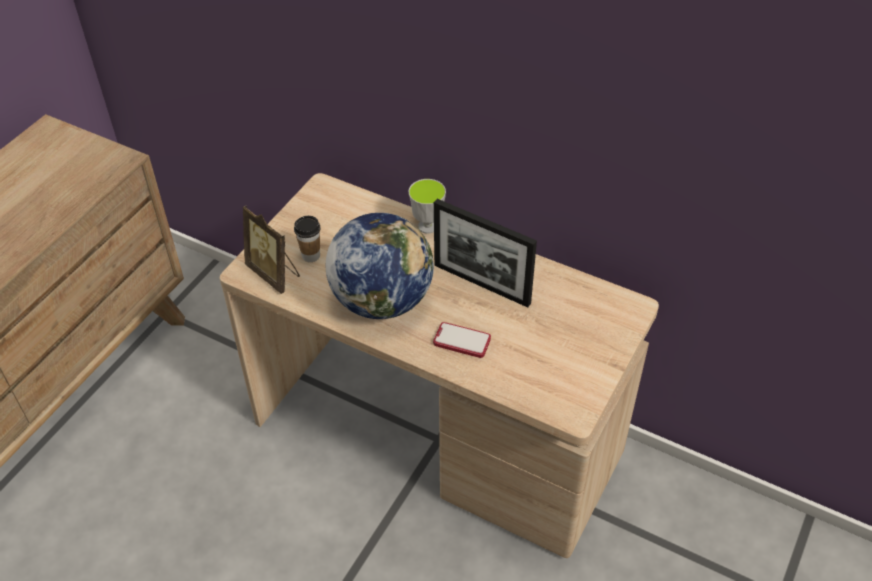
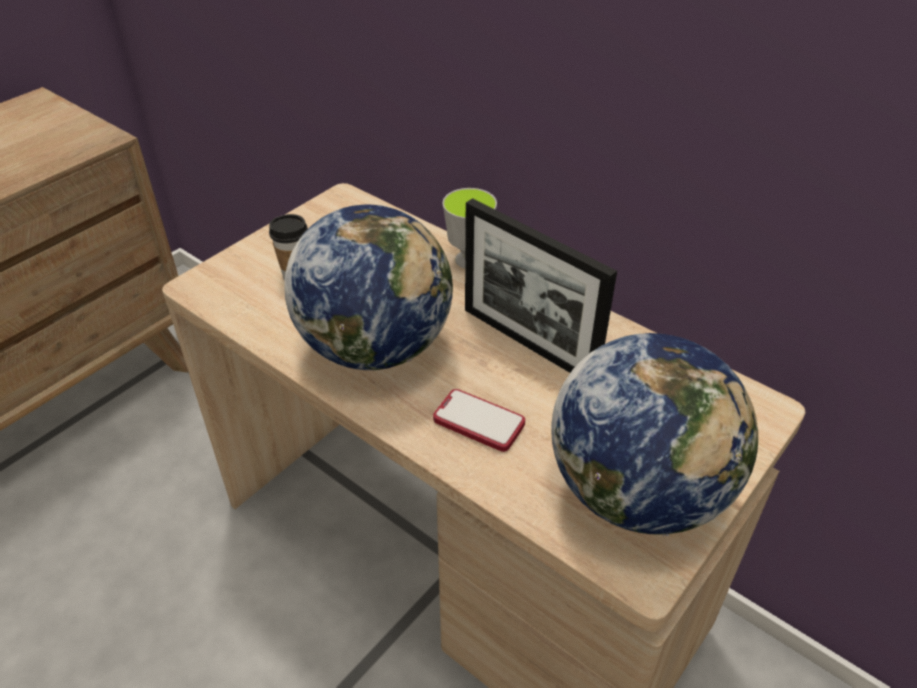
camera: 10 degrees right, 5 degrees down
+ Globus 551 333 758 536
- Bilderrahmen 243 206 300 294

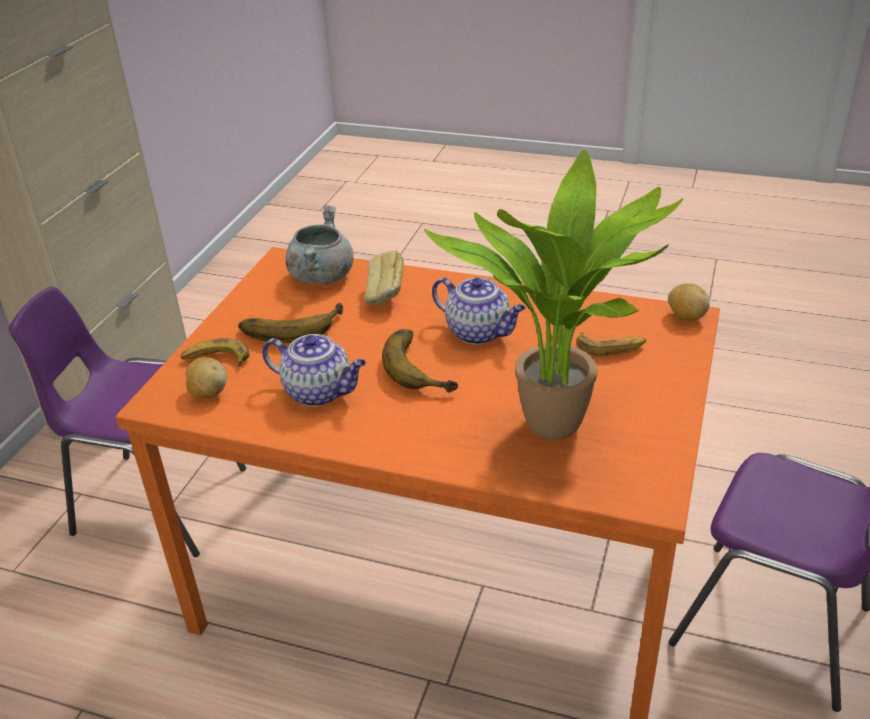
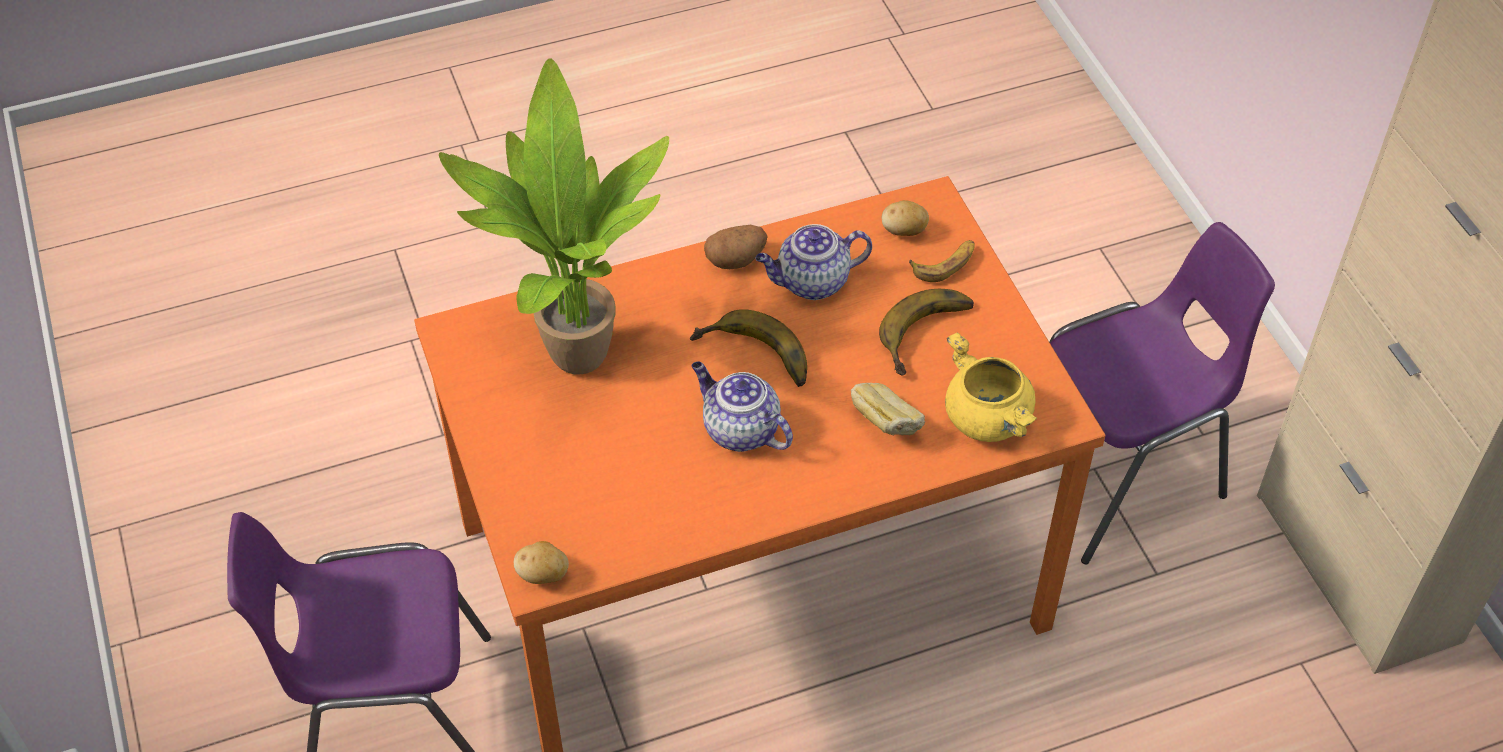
camera: 140 degrees right, 15 degrees up
~ Teekanne 432 277 526 345 = 692 361 793 452 45 degrees clockwise
+ Kartoffel 704 225 768 269
~ Kochtopf [grau] 286 205 354 284 to Kochtopf [gelb] 945 332 1037 442
- Banane 576 332 647 356

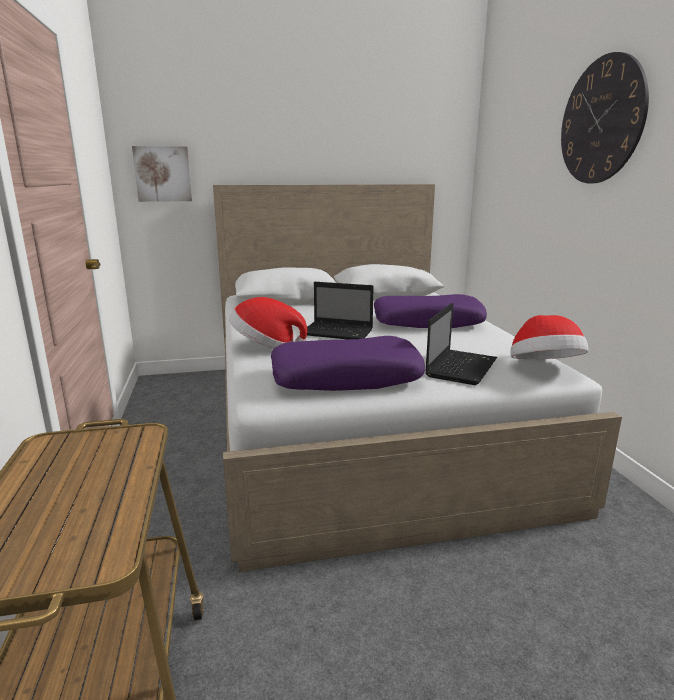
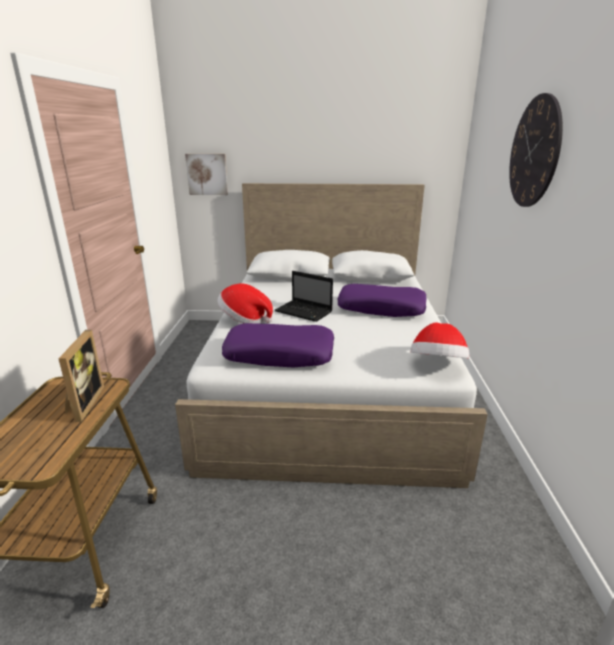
camera: 15 degrees right, 5 degrees up
+ Bilderrahmen 58 330 104 422
- Laptop 425 303 497 385

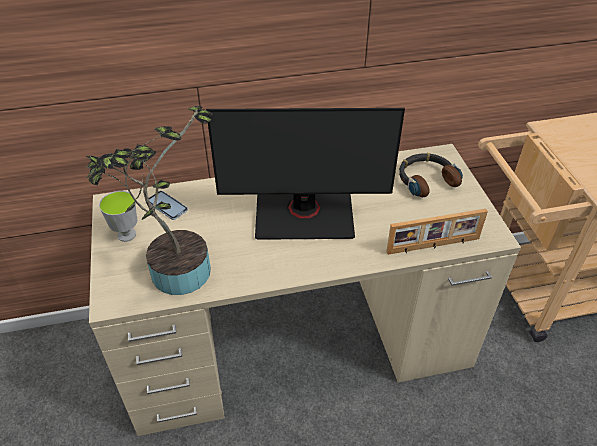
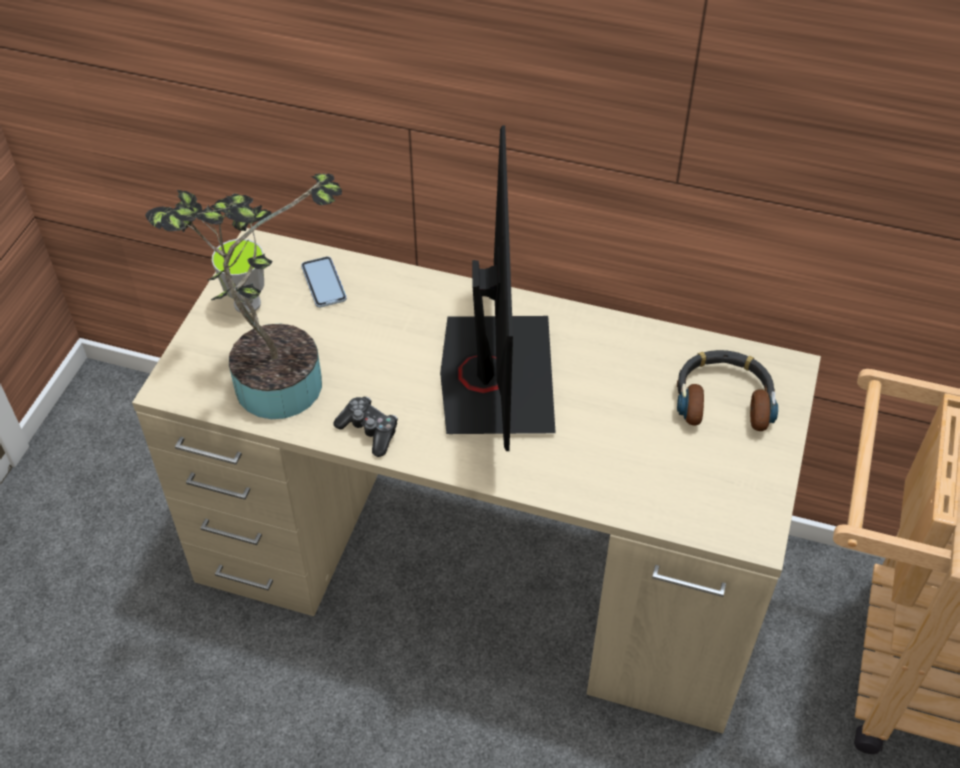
camera: 30 degrees right, 5 degrees up
+ Gamepad 334 396 398 457
~ Monitor 206 108 405 240 = 440 125 556 451 120 degrees counterclockwise
- Bilderrahmen 386 209 488 255

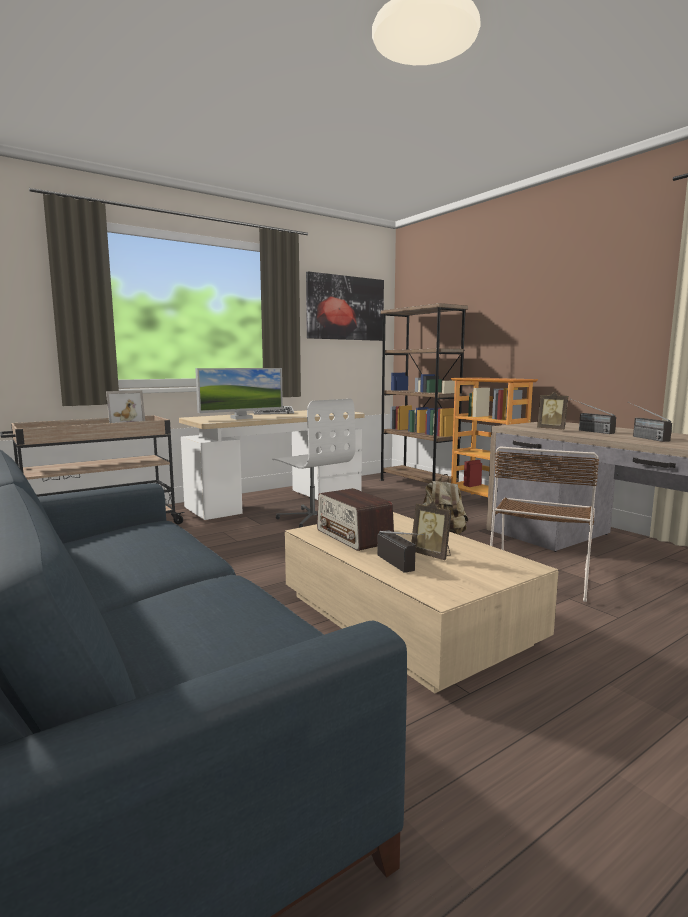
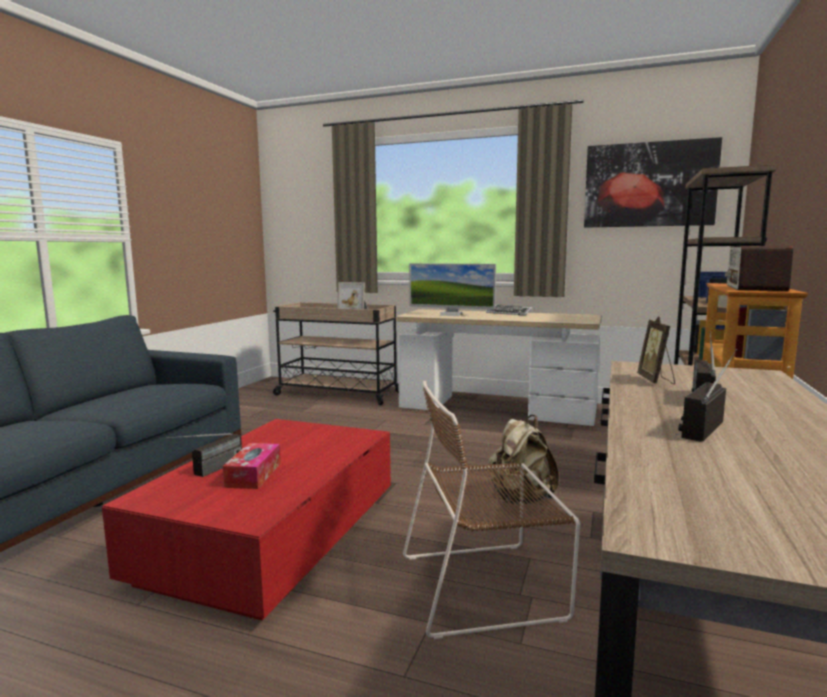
camera: 55 degrees right, 0 degrees up
~ Couchtisch [beige] 285 512 558 693 to Couchtisch [rot] 102 419 391 621
~ Bilderrahmen 411 501 452 560 to Taschentuchbox 223 443 281 489
~ Radio 317 488 394 551 to 725 246 793 291
- Bürostuhl [weiß] 272 399 356 528

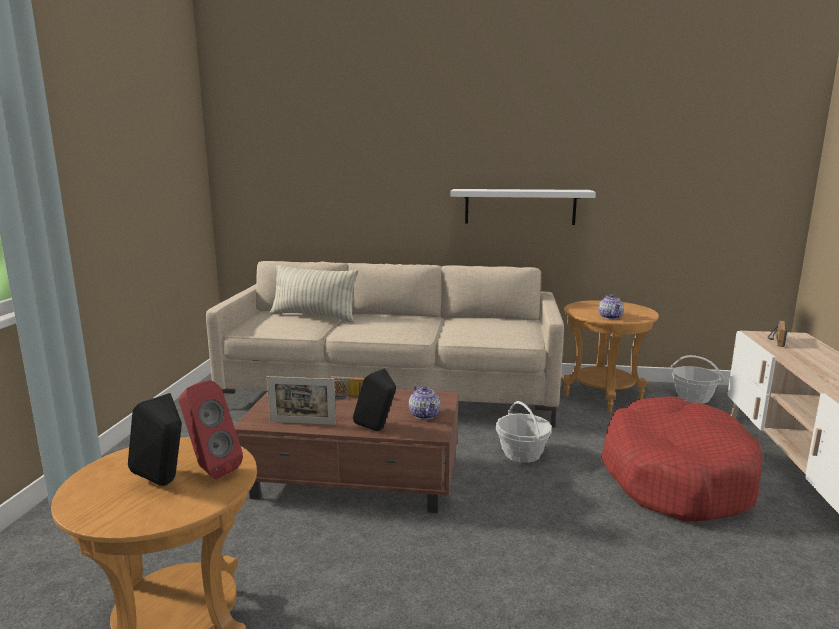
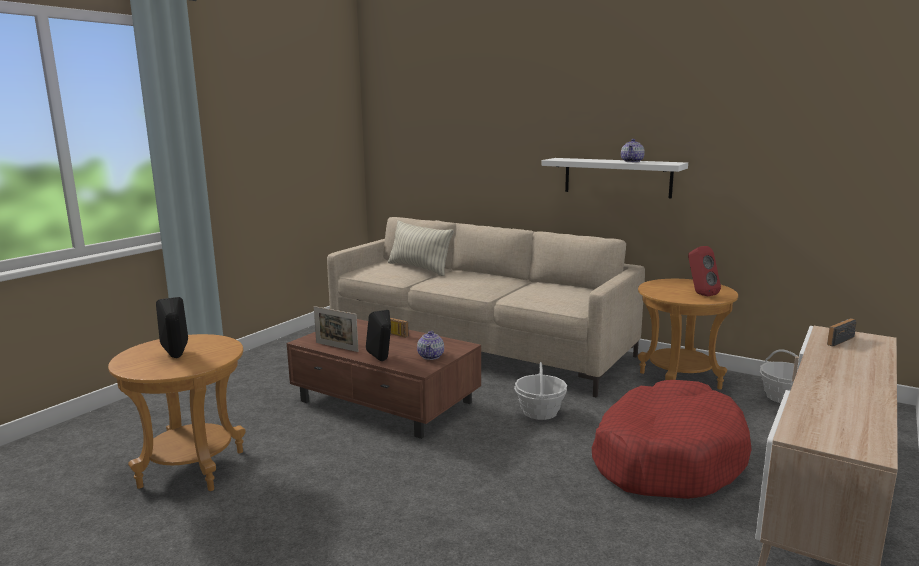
camera: 25 degrees right, 0 degrees up
~ Teekanne 598 294 624 319 to 621 139 645 162
~ Lautsprecher [rot] 179 380 243 479 to 688 246 721 296

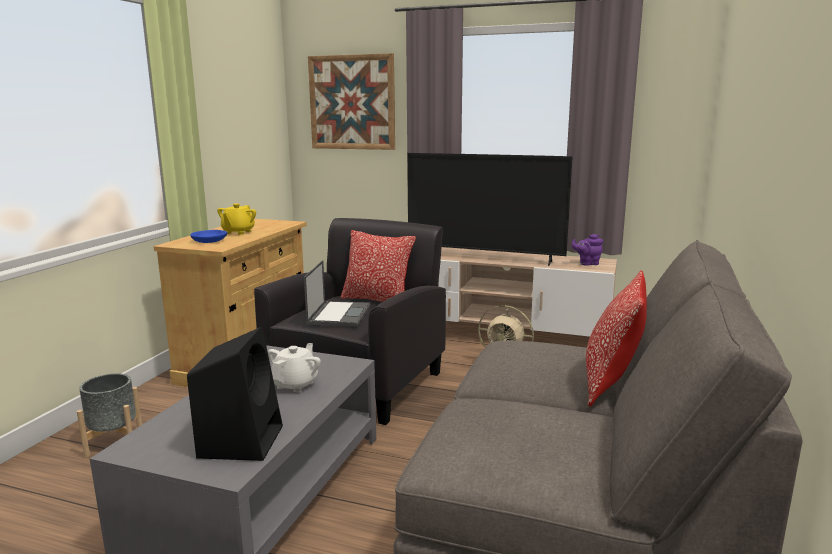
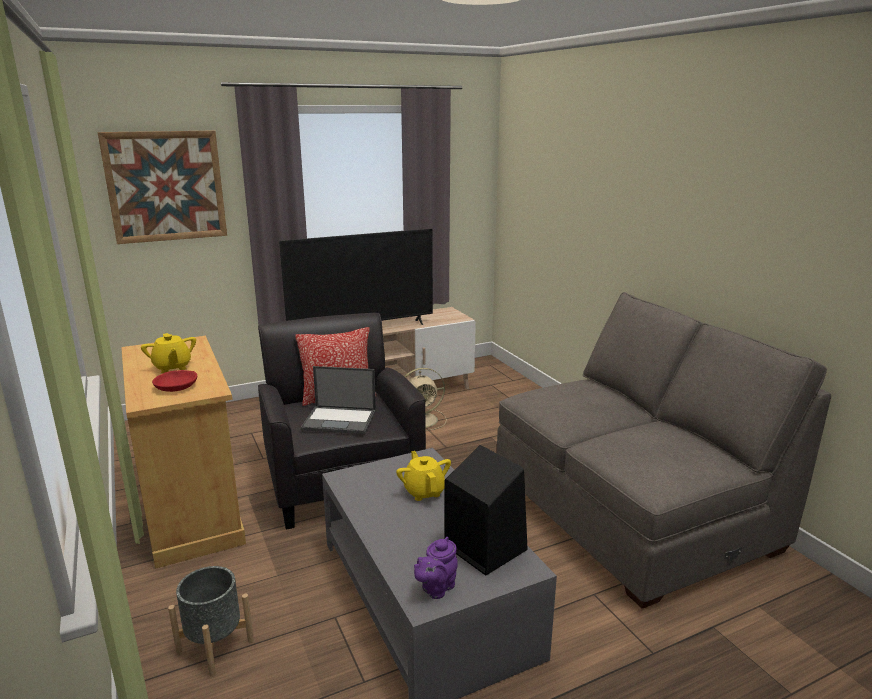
camera: 45 degrees left, 5 degrees up
~ Schüssel [blau] 190 230 227 243 to Schüssel [rot] 152 370 197 392
~ Laptop 304 260 371 326 = 301 366 376 434 135 degrees clockwise
~ Teekanne [weiß] 268 343 321 393 to Teekanne [gelb] 396 451 451 501
~ Teekanne [lila] 572 234 603 266 to 414 537 458 599
- Kissen 586 270 647 407

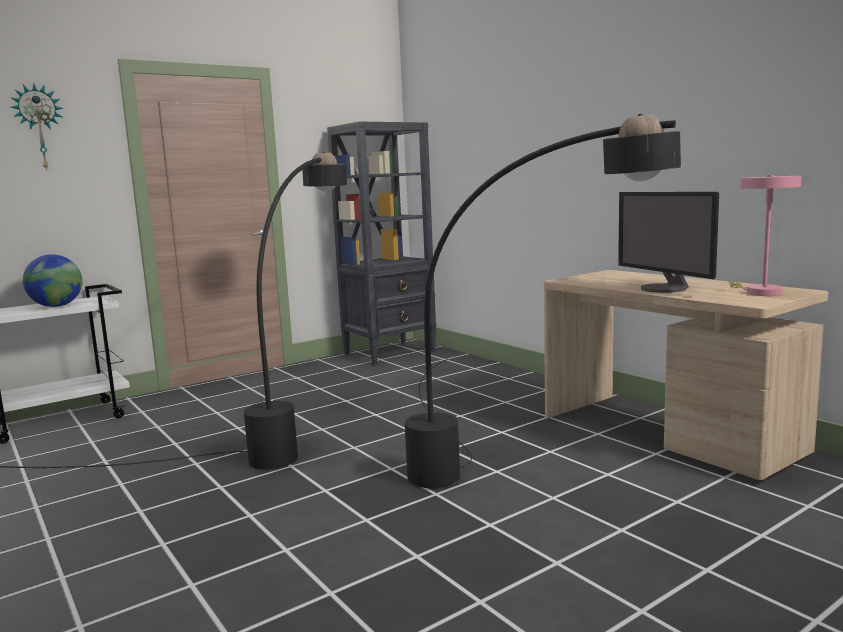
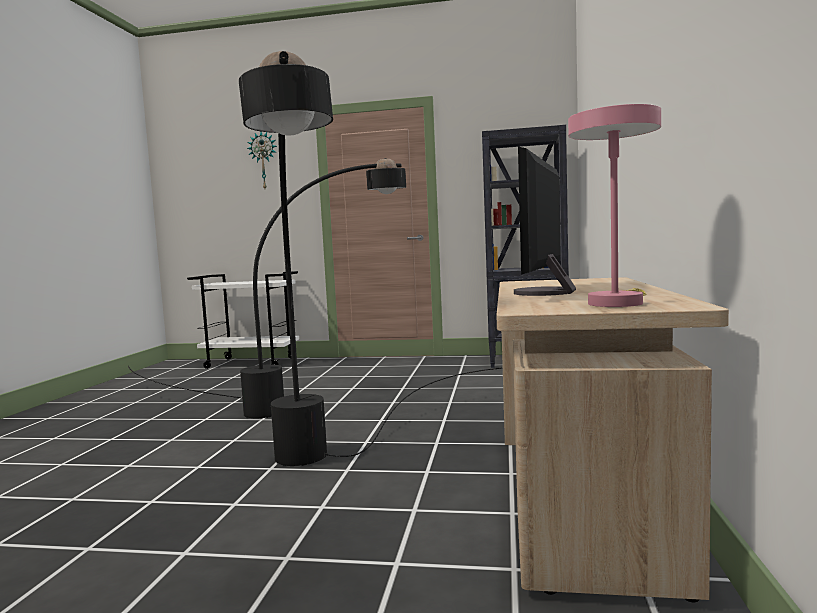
camera: 45 degrees right, 5 degrees down
- Globus 23 254 82 307

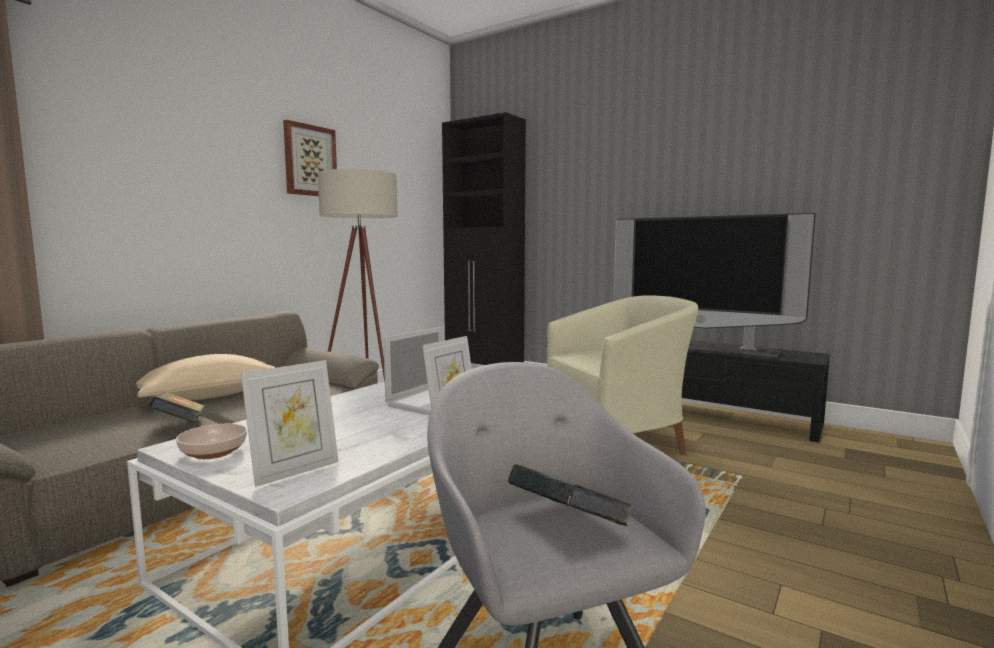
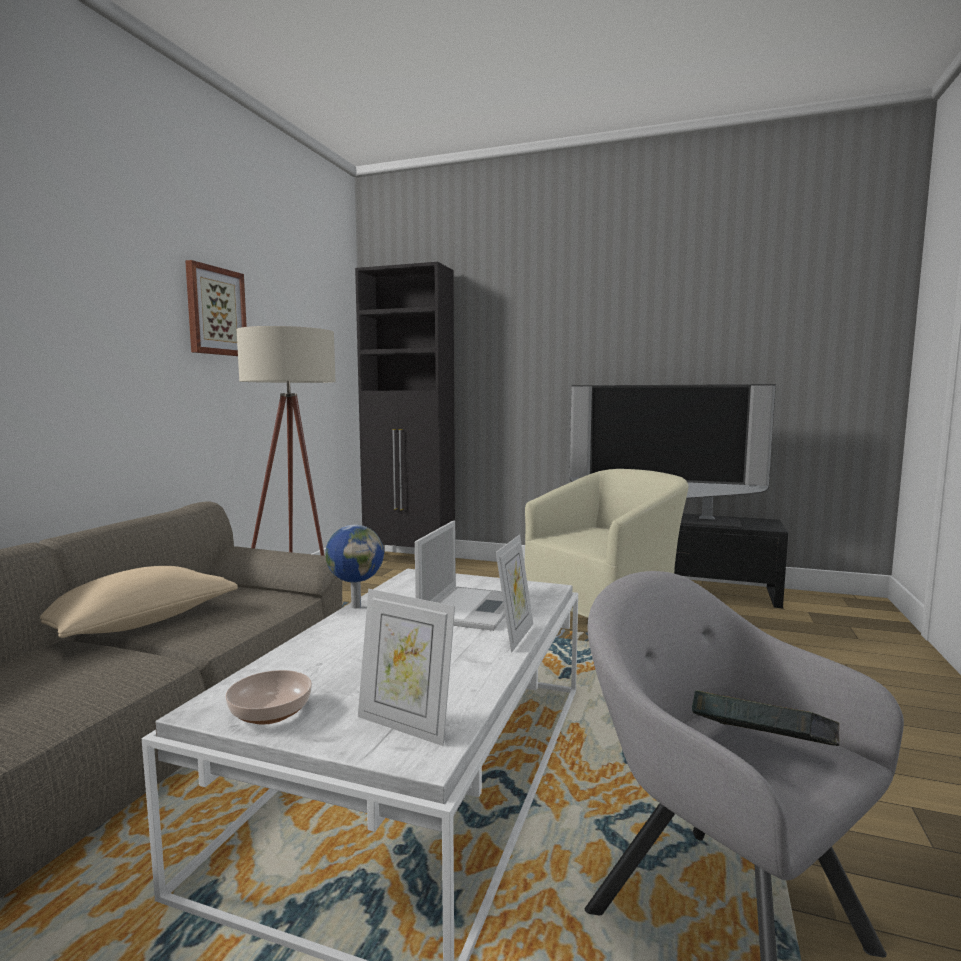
camera: 15 degrees left, 0 degrees up
+ Globus 325 524 384 608
~ Bilderrahmen 241 360 339 487 = 358 589 455 746 90 degrees clockwise
- Buch 149 392 205 422

